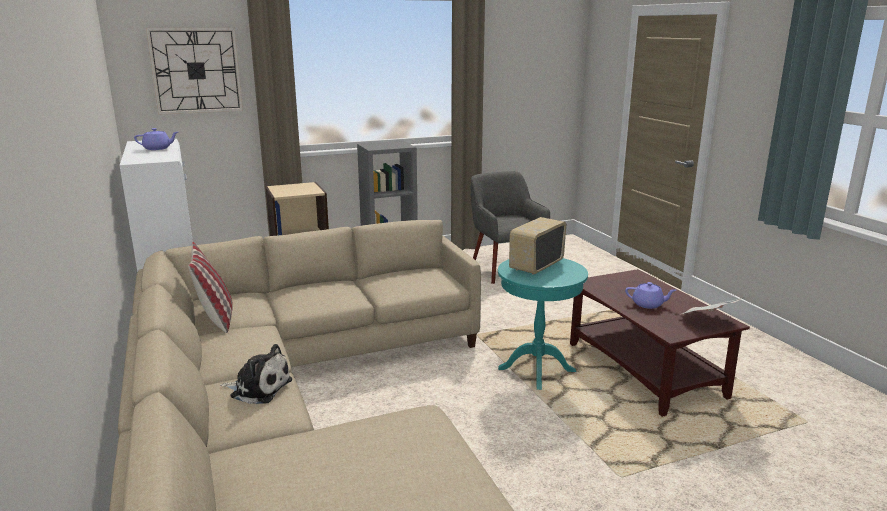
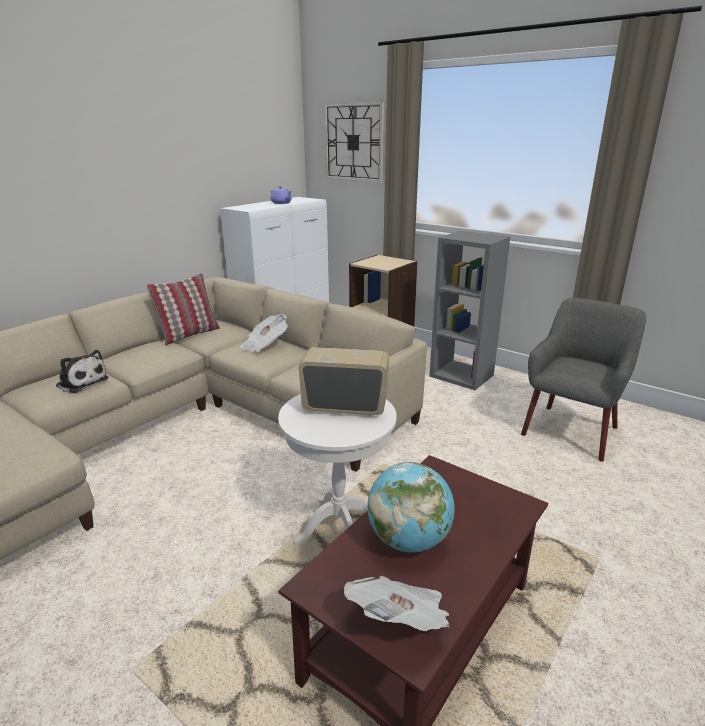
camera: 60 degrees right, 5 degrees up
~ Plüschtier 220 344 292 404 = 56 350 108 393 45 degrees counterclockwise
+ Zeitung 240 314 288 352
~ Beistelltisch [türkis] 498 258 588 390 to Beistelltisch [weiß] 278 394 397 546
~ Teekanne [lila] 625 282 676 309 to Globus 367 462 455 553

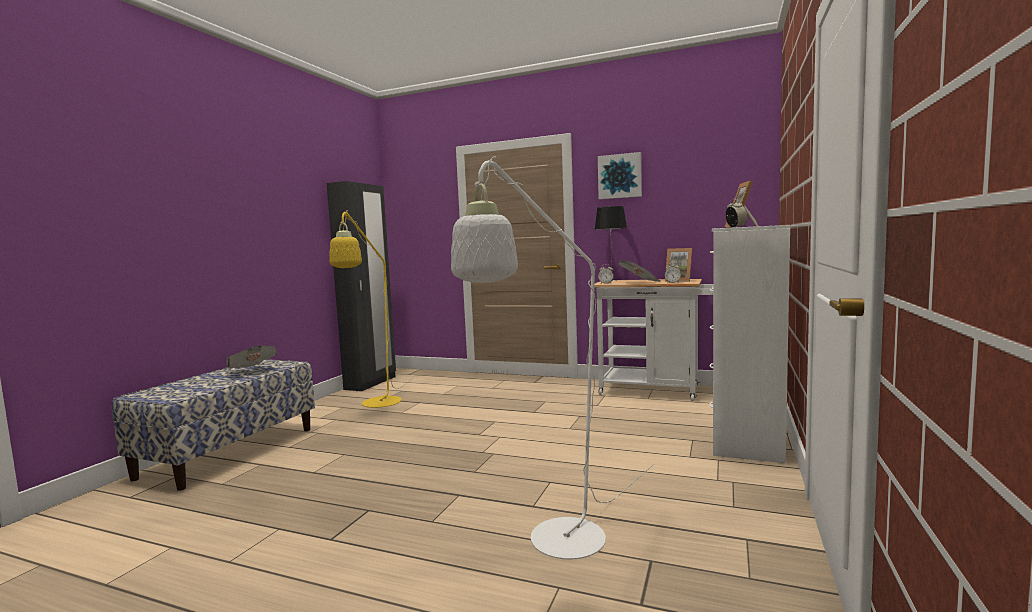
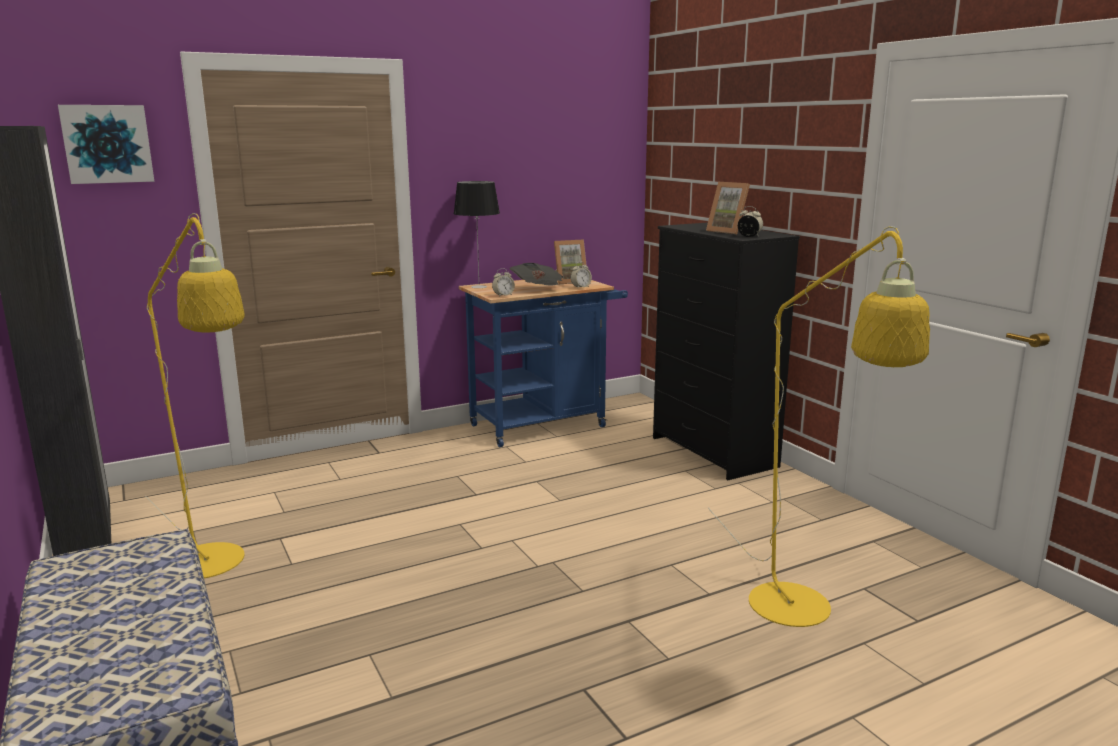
camera: 50 degrees left, 10 degrees up
~ Bild 598 152 642 199 to 58 105 154 184
~ Rollwagen [weiß] 595 279 713 402 to Rollwagen [blau] 459 280 628 447
~ Kommode [weiß] 710 225 791 463 to Kommode [schwarz] 653 223 800 480
~ Stehlampe [weiß] 451 156 654 560 to Stehlampe [gelb] 708 226 930 627
- Zeitung 226 345 277 369

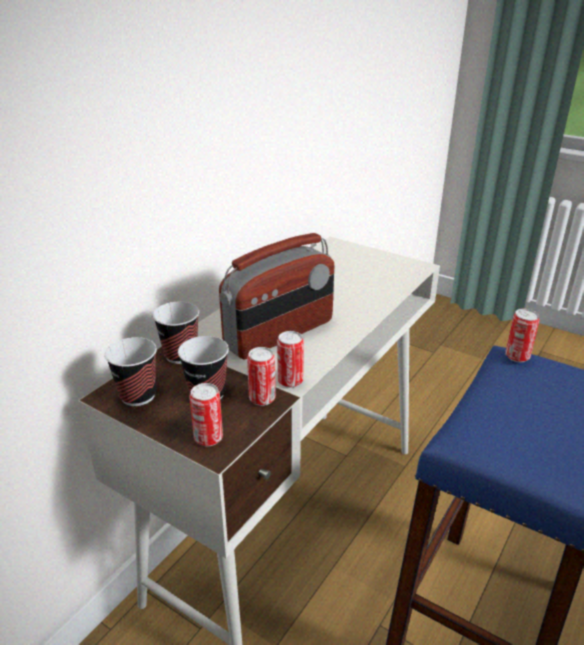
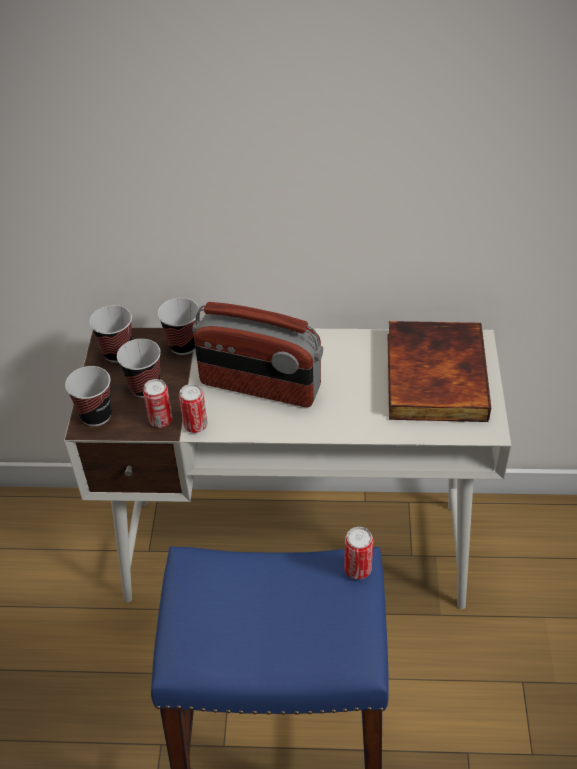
camera: 60 degrees right, 15 degrees up
~ Dose 189 383 223 446 to Tasse 65 366 112 426
+ Buch 388 321 491 422

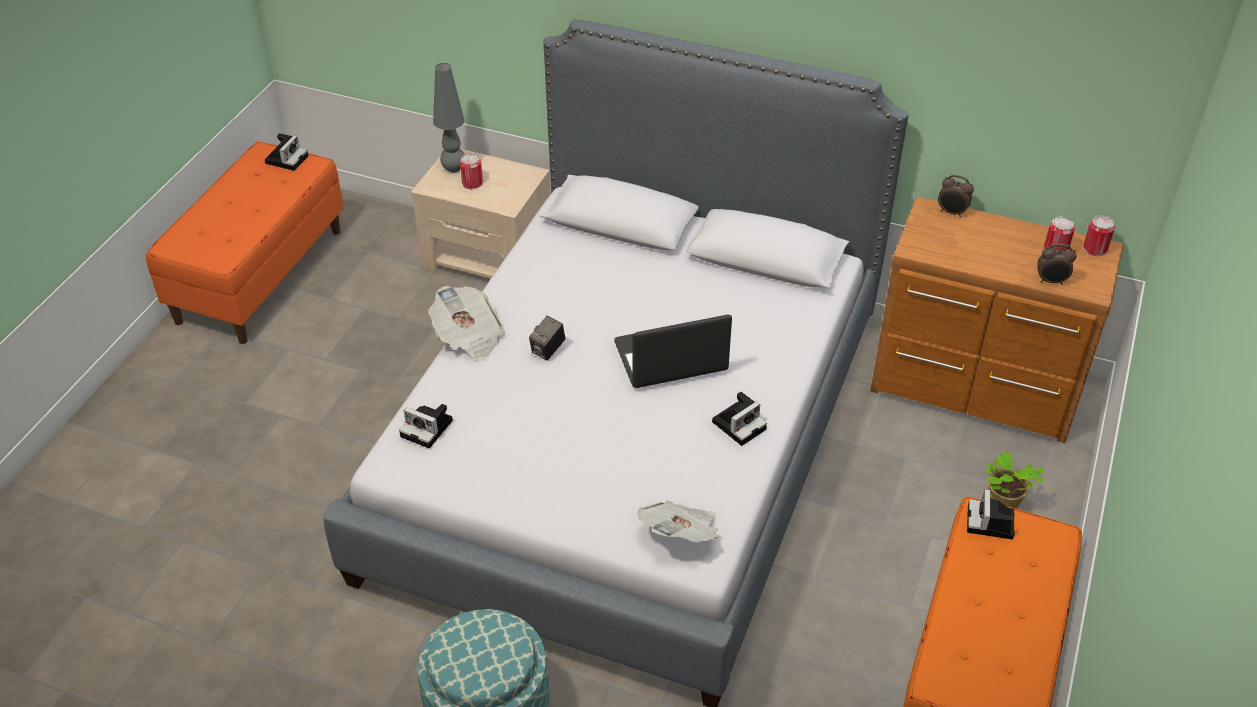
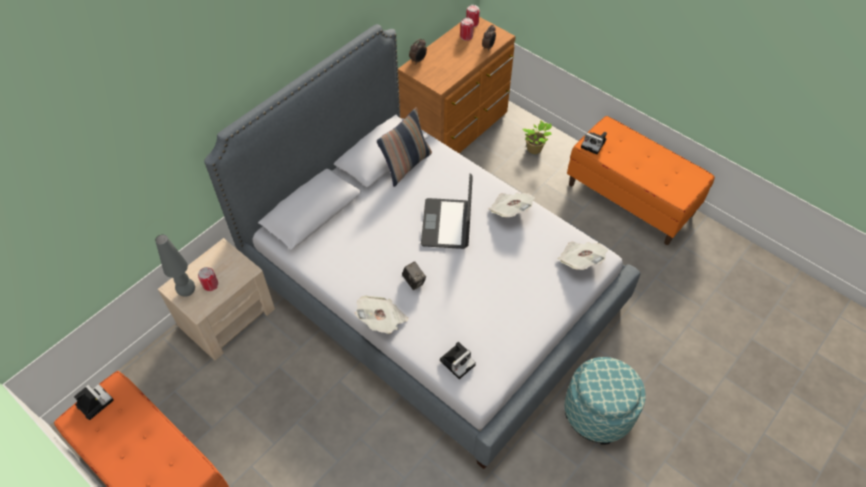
camera: 70 degrees left, 10 degrees up
+ Kissen 377 107 432 187
~ Kamera 712 392 767 446 to Zeitung 488 193 535 217

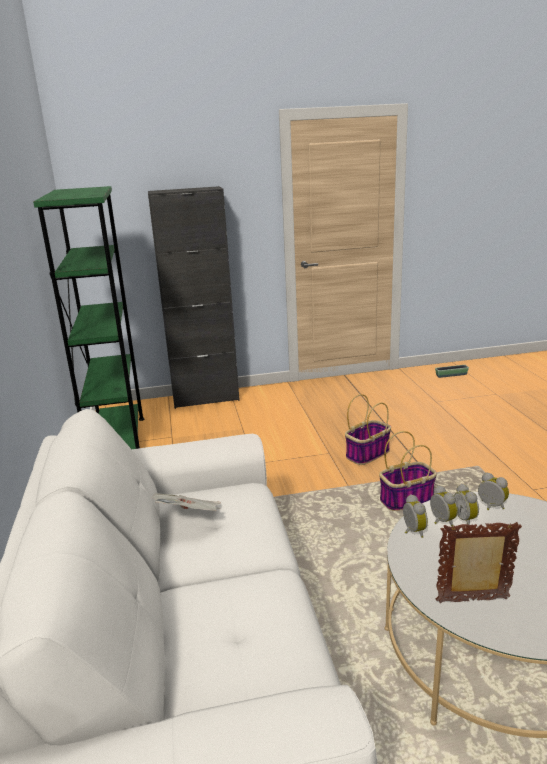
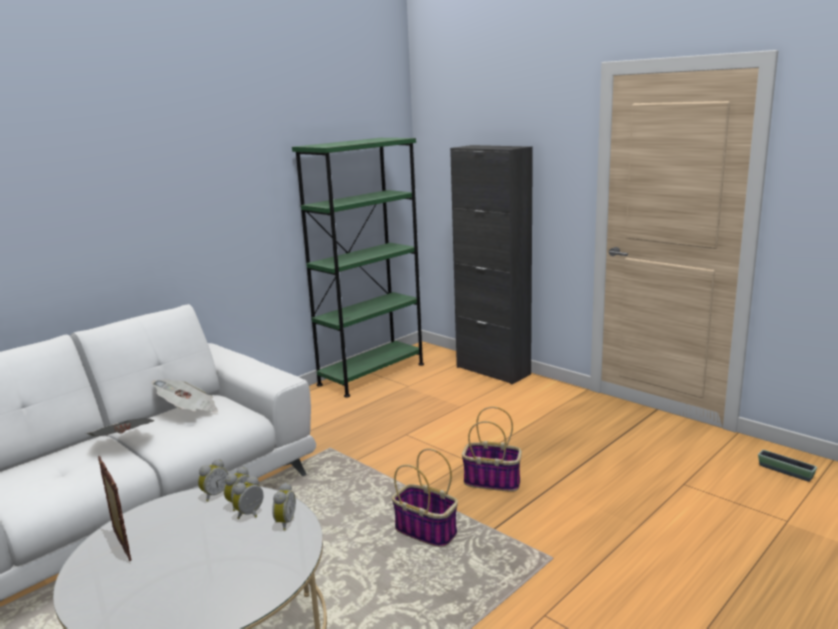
camera: 55 degrees right, 5 degrees down
+ Zeitung 85 418 155 436

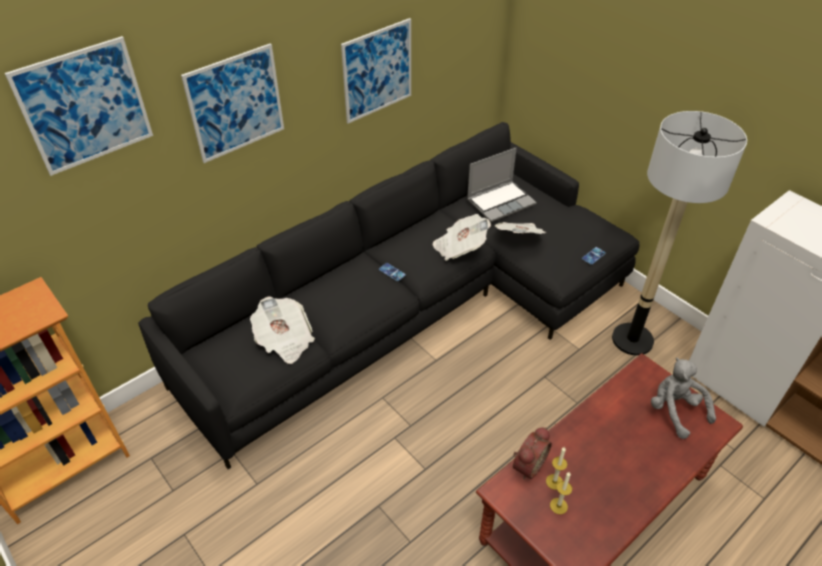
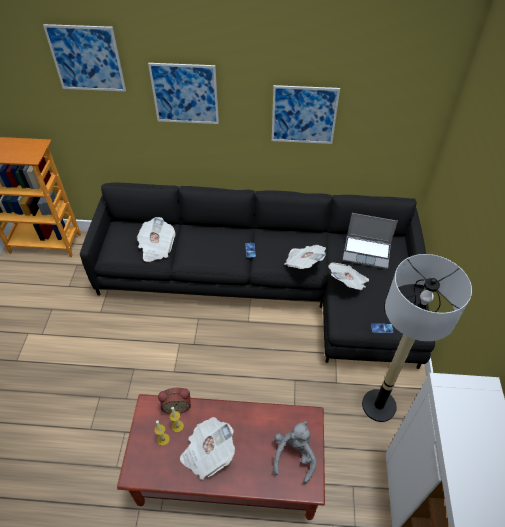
camera: 45 degrees right, 5 degrees up
+ Zeitung 180 417 235 480

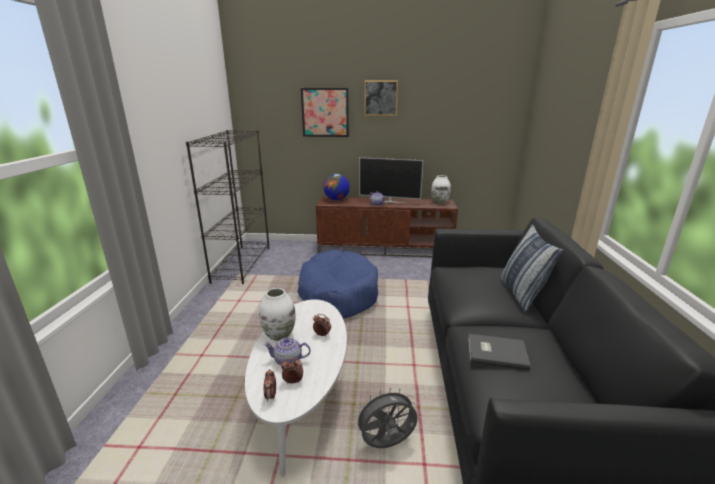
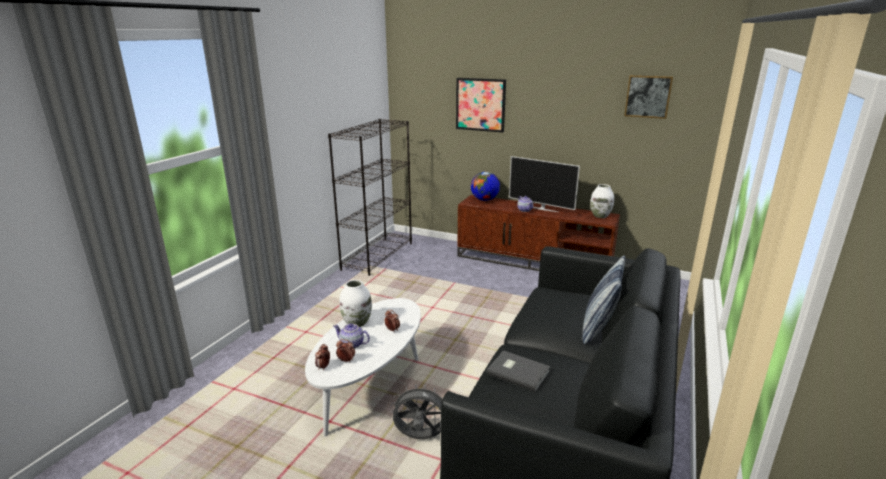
camera: 20 degrees right, 0 degrees up
~ Bild 364 81 398 116 to 624 75 673 119
- Hundebett [blau] 298 250 378 319

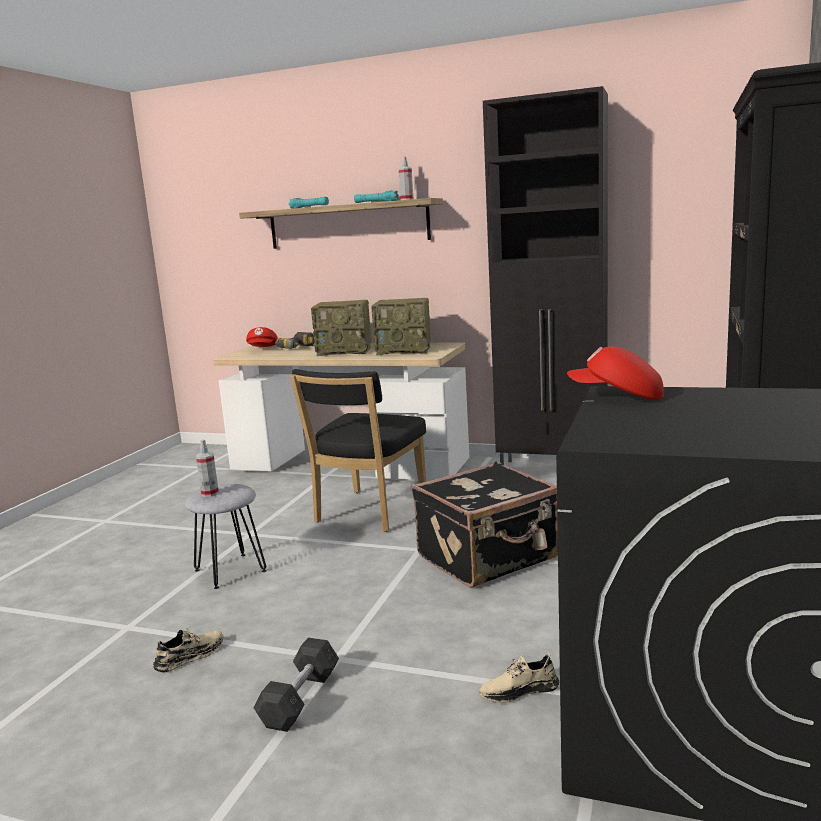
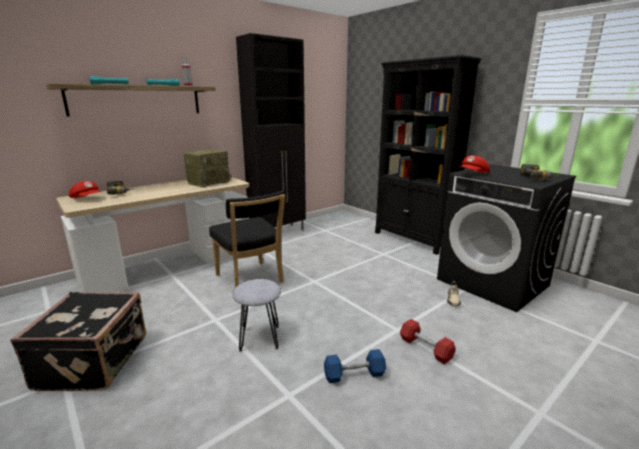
camera: 60 degrees left, 5 degrees up
~ Koffer [schwarz] 412 462 558 587 to 10 292 146 391
~ Schuh [beige] 153 627 223 673 to Hantel [blau] 324 349 386 383
~ Hantel [grau] 254 638 339 732 to Hantel [rot] 400 319 456 364
+ Bohrmaschine 520 164 559 180
- Sprühflasche 196 439 219 497
- Radio 311 300 371 356

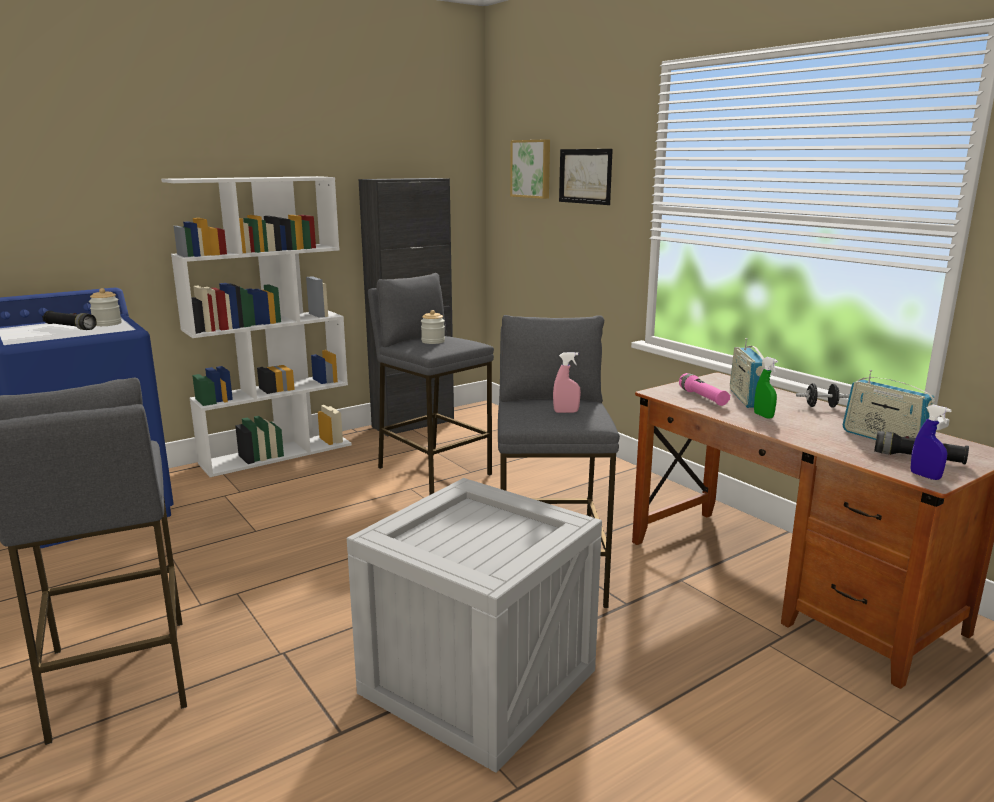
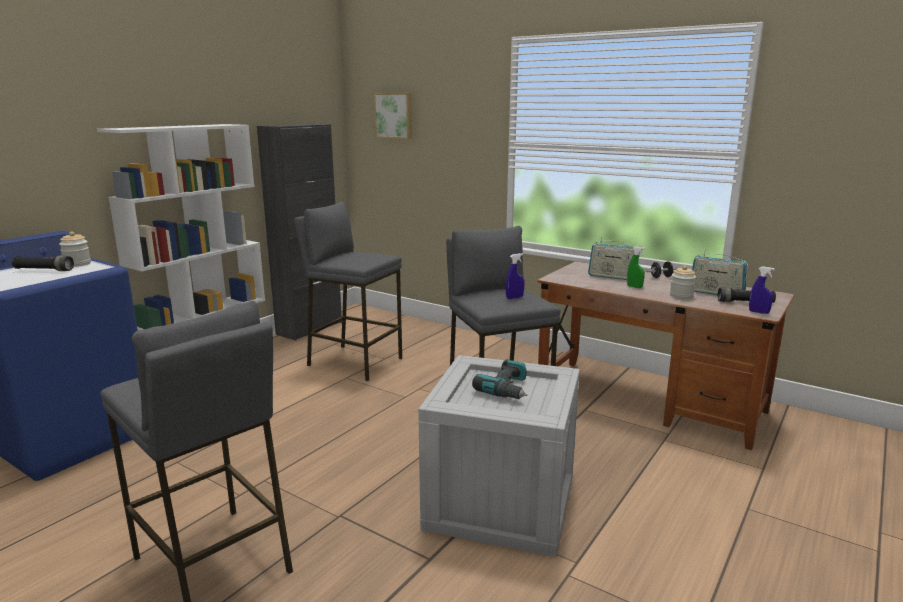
camera: 20 degrees left, 0 degrees up
+ Bohrmaschine 472 359 527 399
~ Sprühflasche [rosa] 553 352 581 413 to Sprühflasche [blau] 506 253 524 299
~ Radio 730 338 765 408 = 588 236 635 280 45 degrees counterclockwise
~ Vorratsglas 421 310 445 344 to 670 266 696 299
- Bild 559 149 613 205
- Taschenlampe [rosa] 679 373 730 406

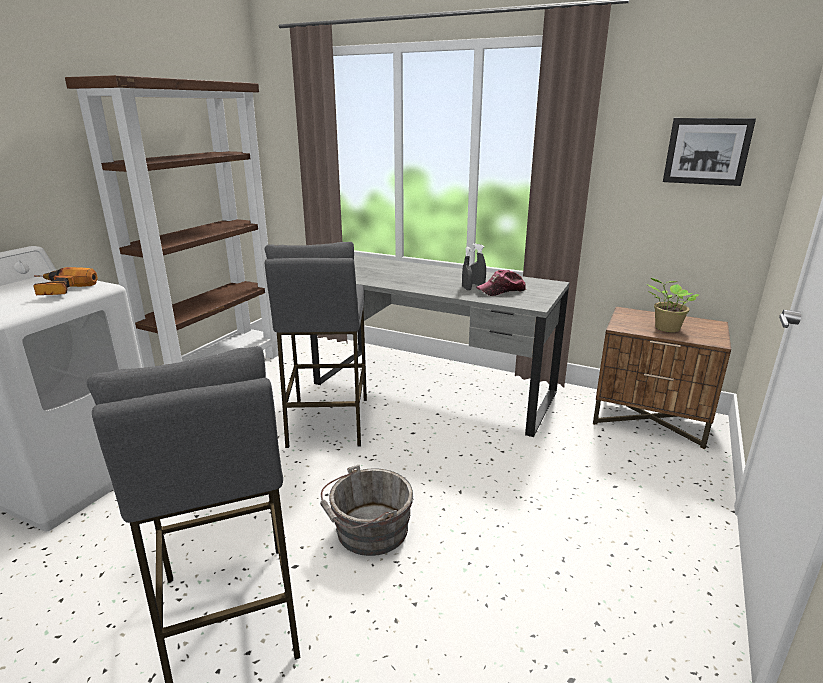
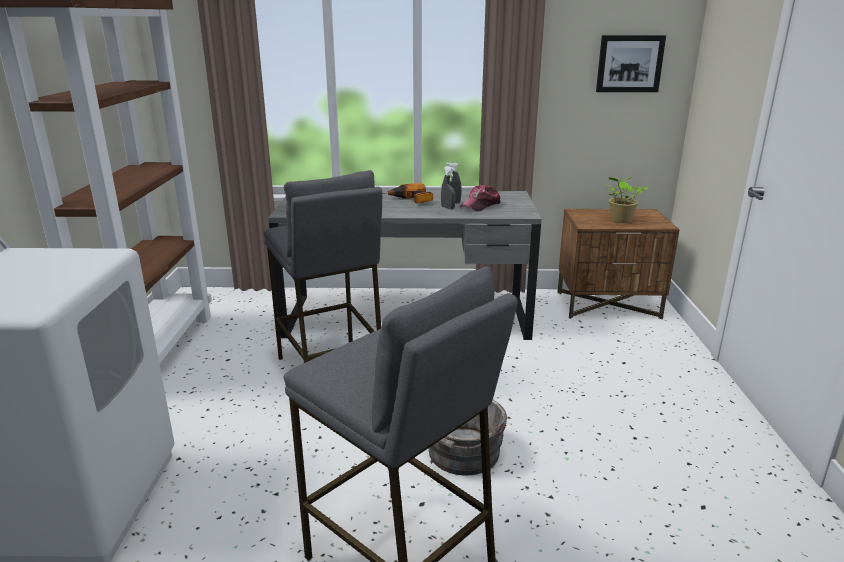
camera: 25 degrees left, 0 degrees up
~ Bohrmaschine 33 267 98 295 to 382 183 433 203

